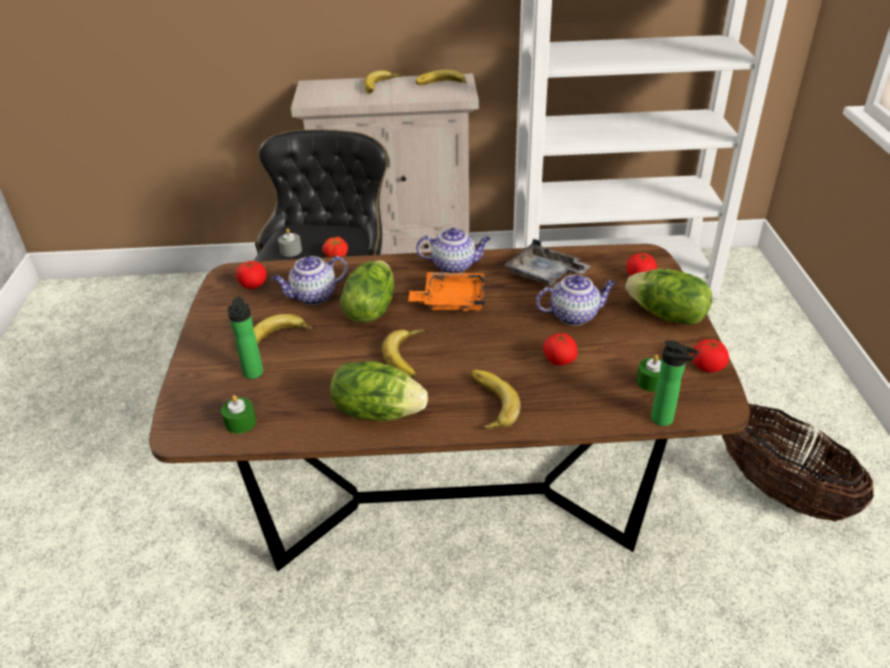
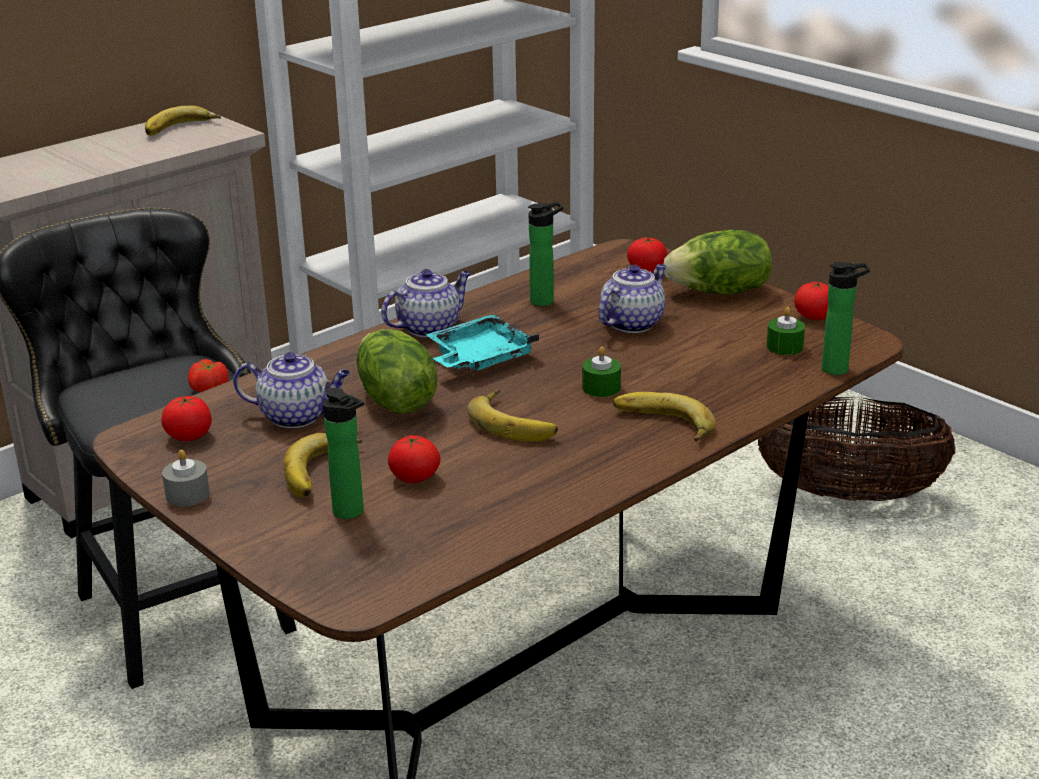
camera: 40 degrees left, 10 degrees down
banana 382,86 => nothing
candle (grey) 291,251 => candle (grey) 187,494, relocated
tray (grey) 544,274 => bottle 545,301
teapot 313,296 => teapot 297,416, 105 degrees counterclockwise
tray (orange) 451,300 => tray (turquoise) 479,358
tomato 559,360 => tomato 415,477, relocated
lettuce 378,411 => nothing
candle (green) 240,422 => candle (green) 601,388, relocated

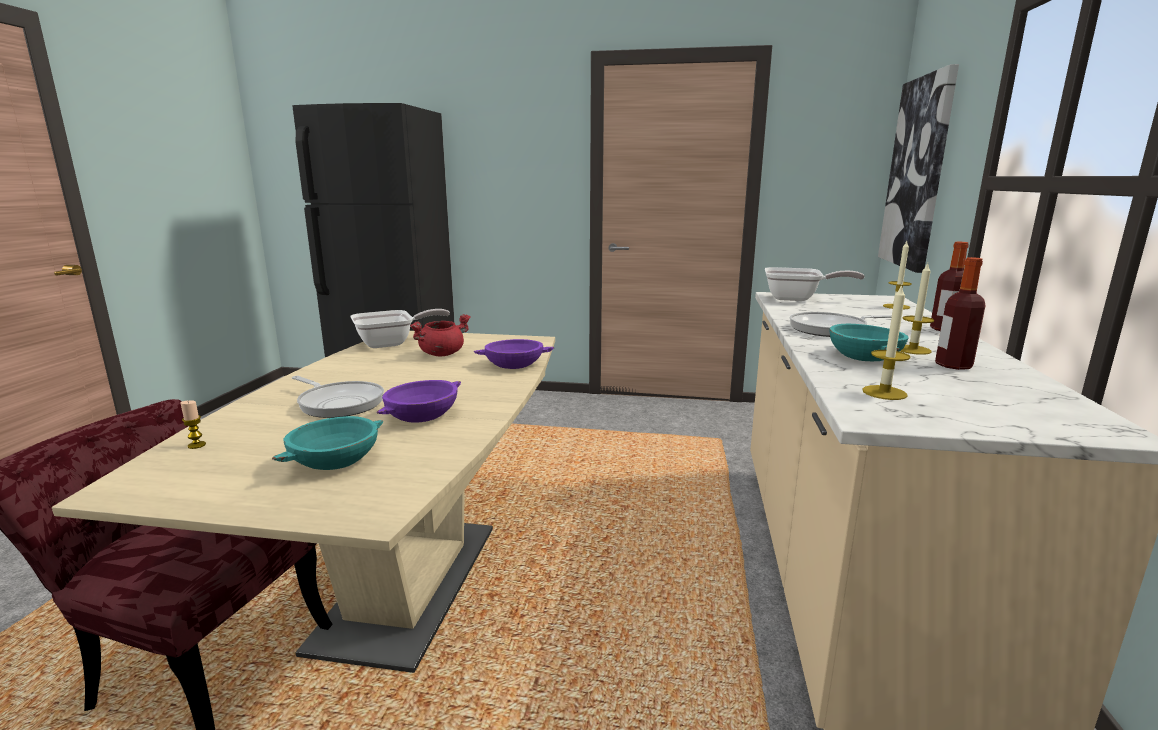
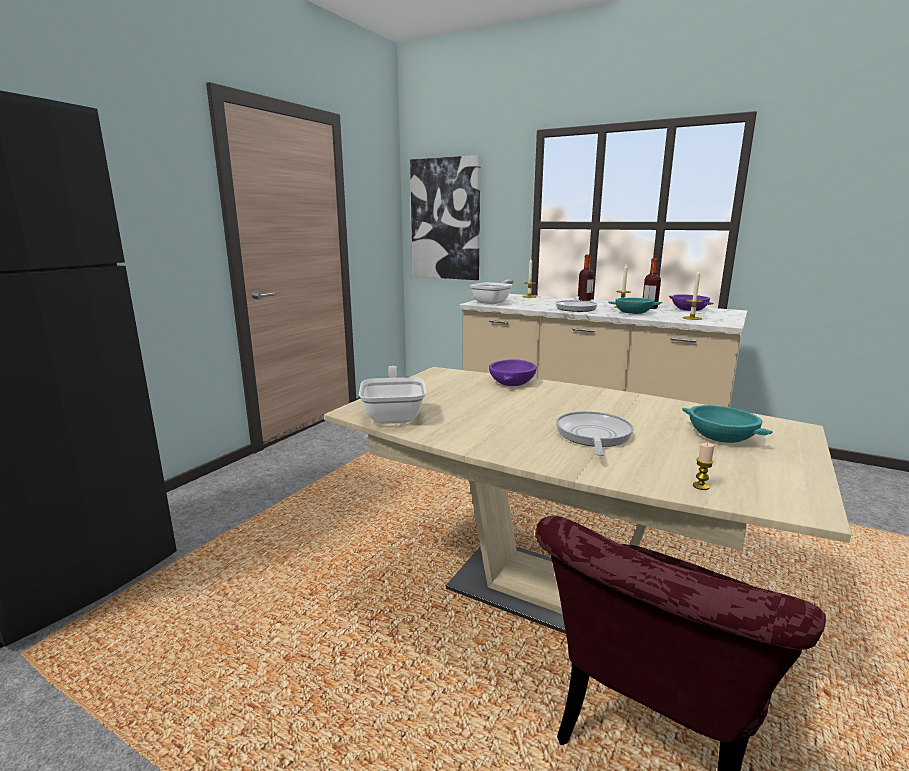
camera: 70 degrees left, 0 degrees up
cooking pot (red) 442,354 => nothing
frying pan 339,403 => frying pan 593,436, 45 degrees counterclockwise
bowl (purple) 422,416 => bowl (purple) 689,309, relocated

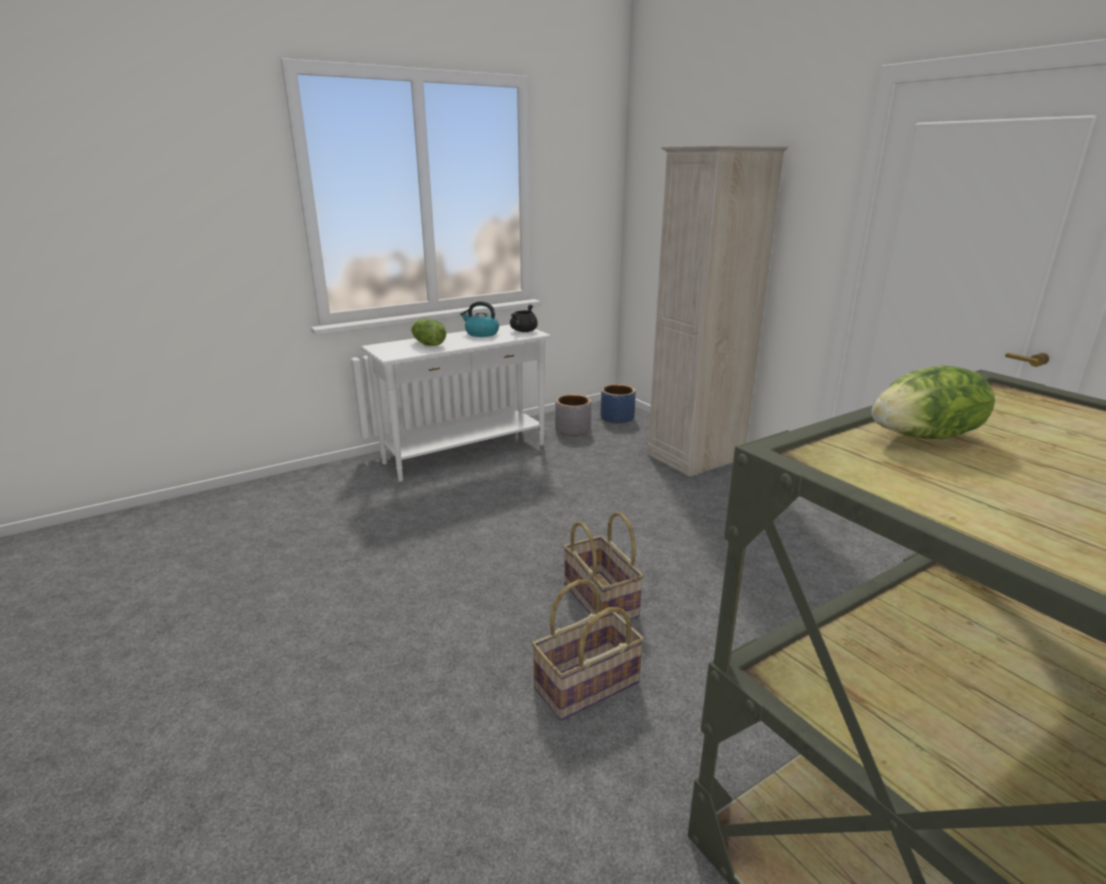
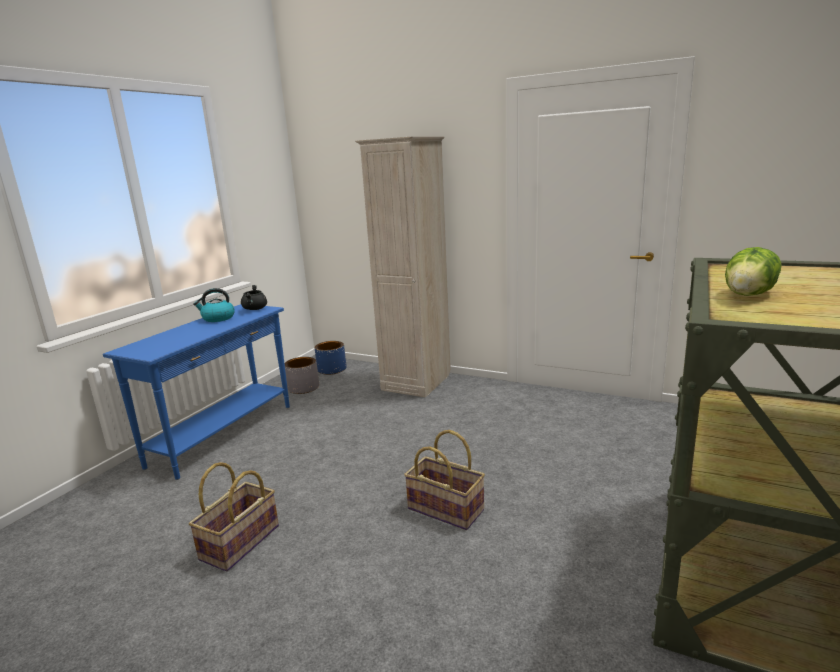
camera: 30 degrees left, 5 degrees down
lettuce 428,344 => nothing
console table (white) 466,453 => console table (blue) 223,434
basket 587,686 => basket 241,543, relocated

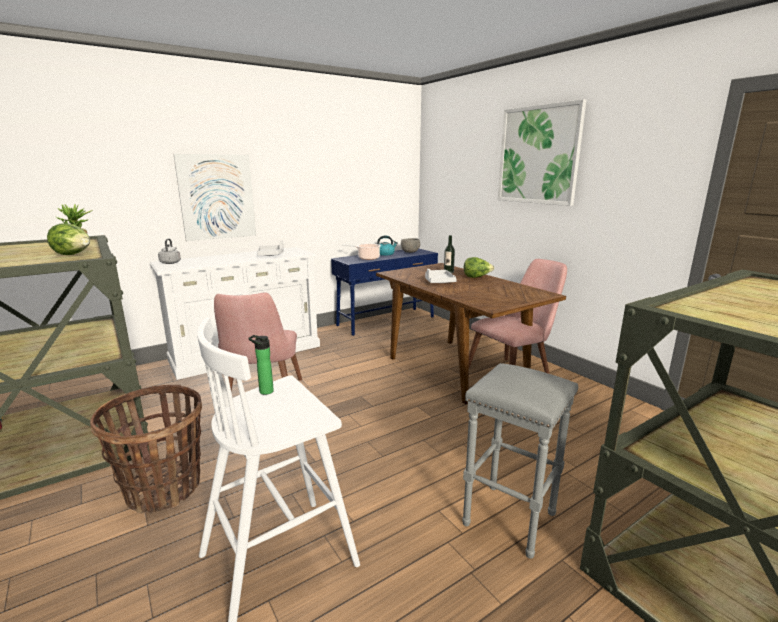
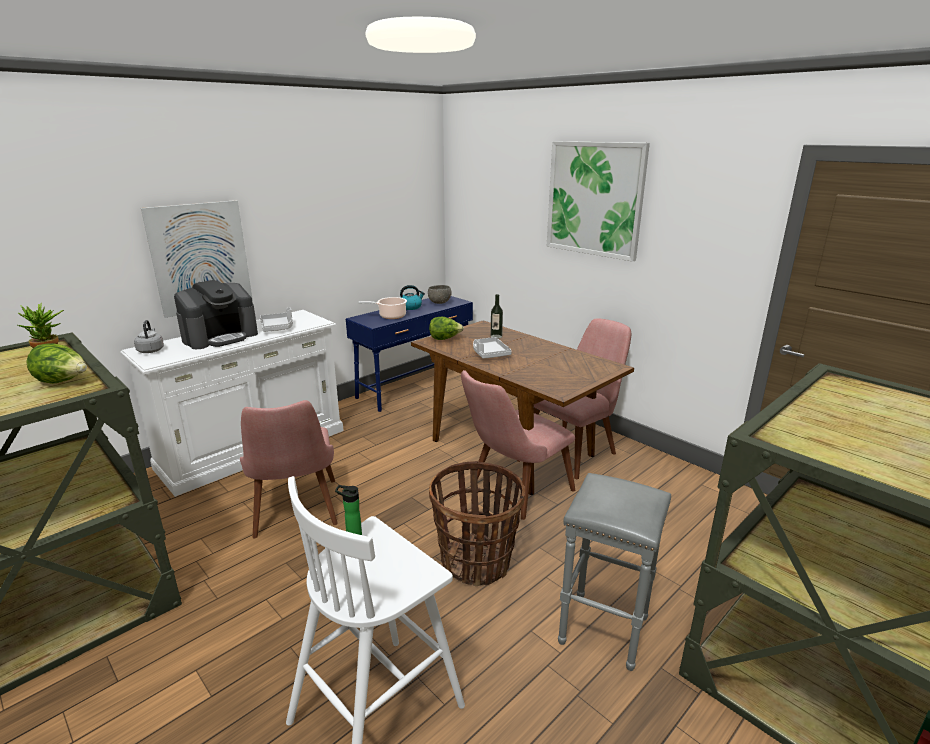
camera: 10 degrees left, 5 degrees up
lettuce 476,277 => lettuce 445,339, relocated
basket 163,488 => basket 476,562, relocated
nothing => coffee machine 220,337
nothing => chair (pink) 512,492

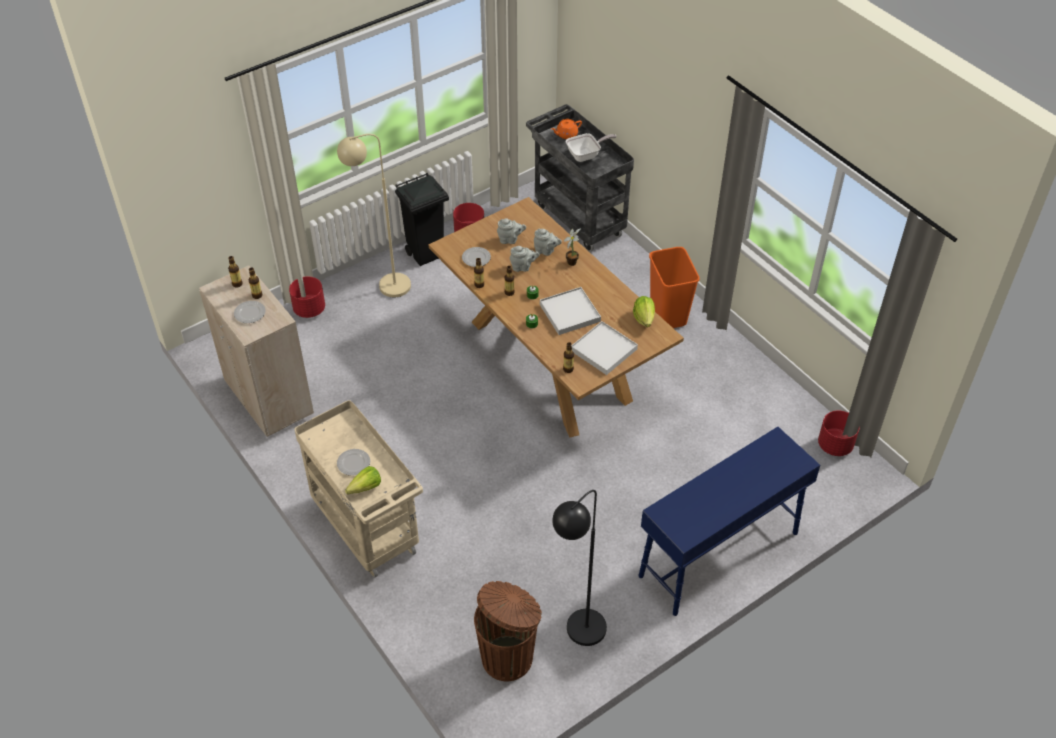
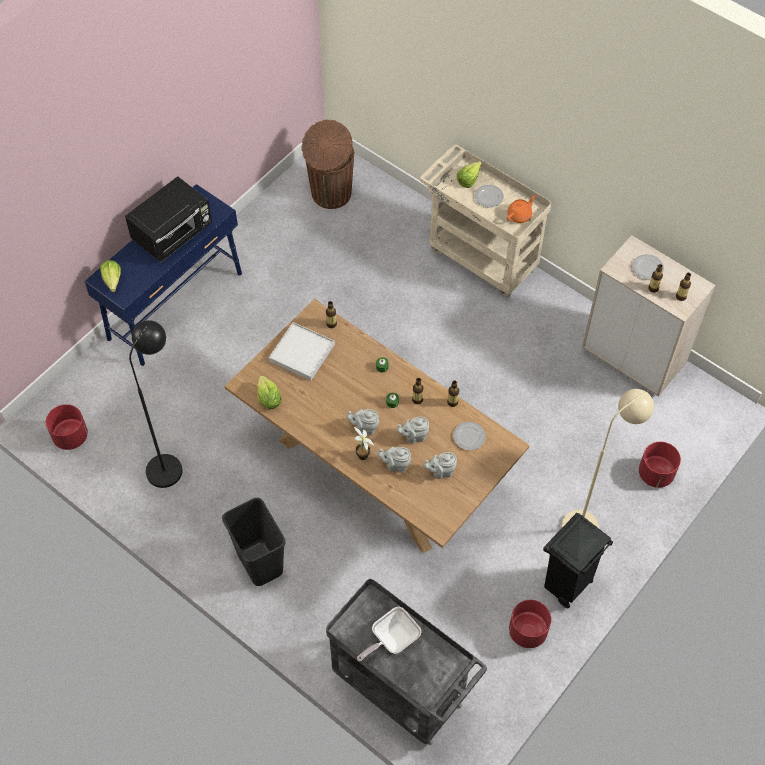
camera: 165 degrees right, 10 degrees up
teapot (orange) 566,134 => teapot (orange) 520,215, relocated
trash can (orange) 669,315 => trash can (black) 259,562
tray (white) 570,313 => nothing
floor lamp (black) 578,637 => floor lamp (black) 170,462, relocated
nothing => microwave (black) 174,234
nothing => lettuce 112,283
nothing => teapot (grey) 364,427

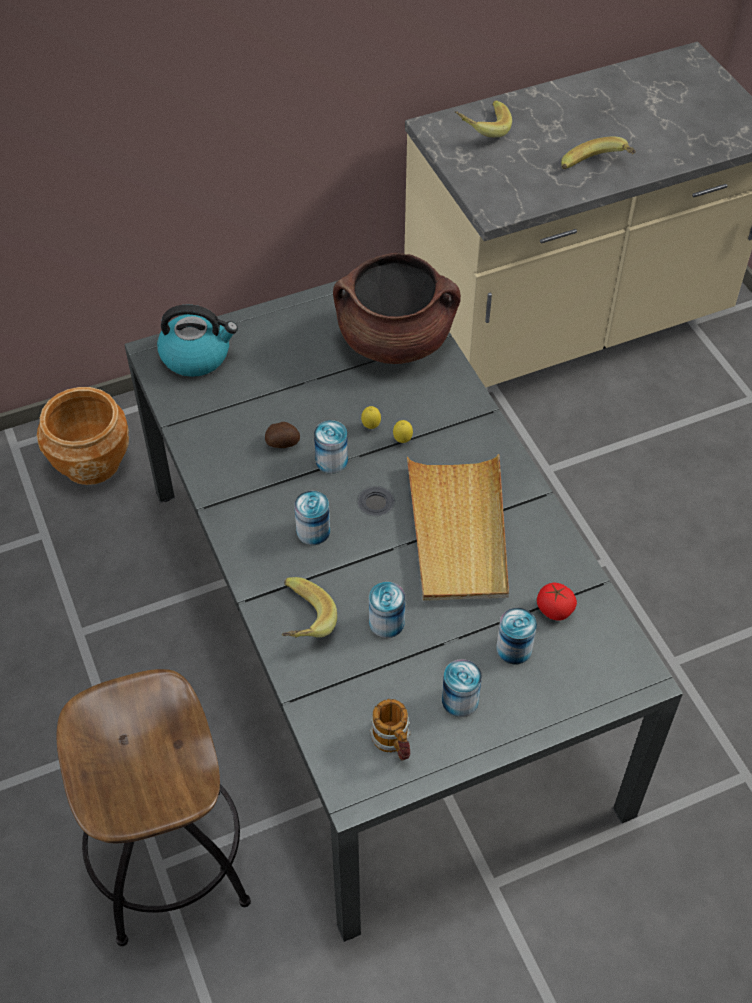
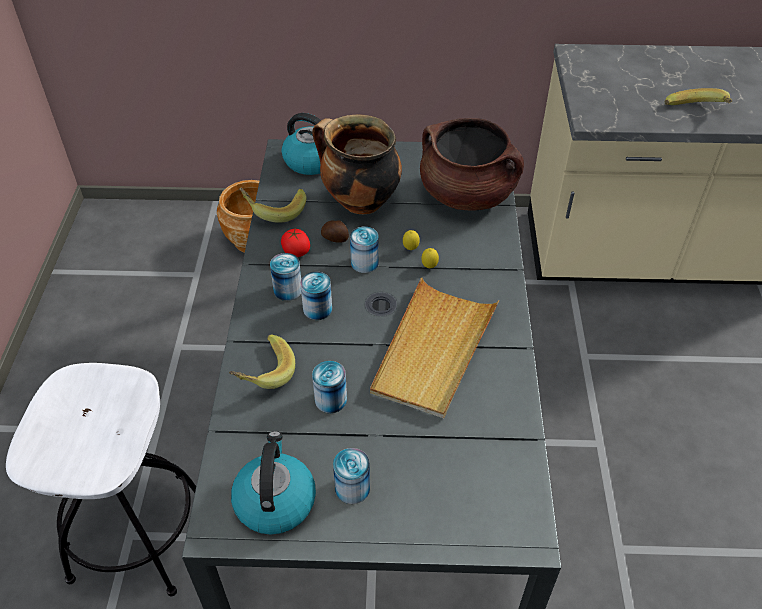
camera: 25 degrees right, 5 degrees down
banana 481,129 => banana 274,210, relocated
tomato 554,610 => tomato 296,252, relocated
can 514,648 => can 288,290, relocated
stool (brown) 170,862 => stool (white) 138,536
mug 393,743 => kettle 275,500
nothing => cooking pot 359,202

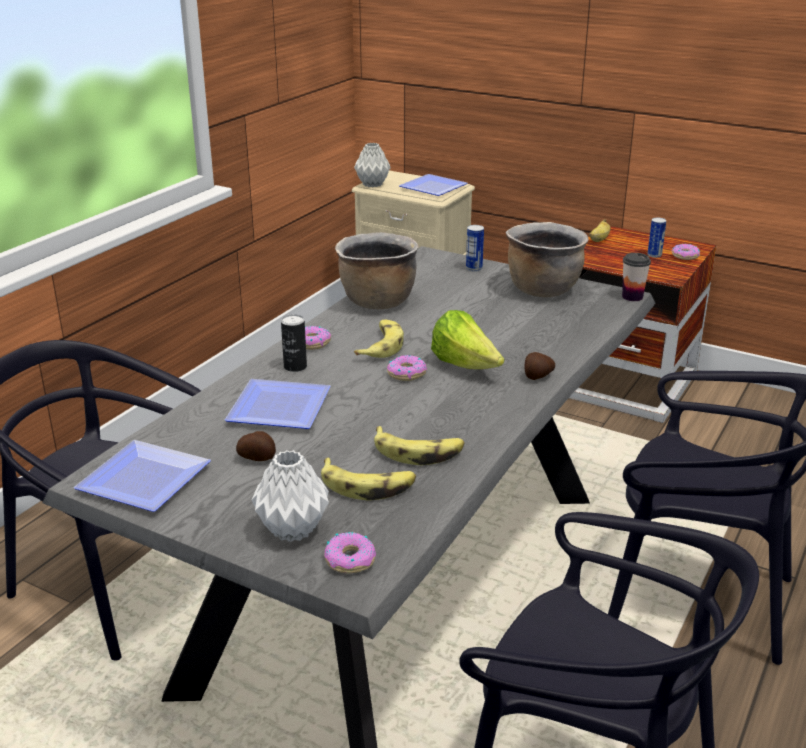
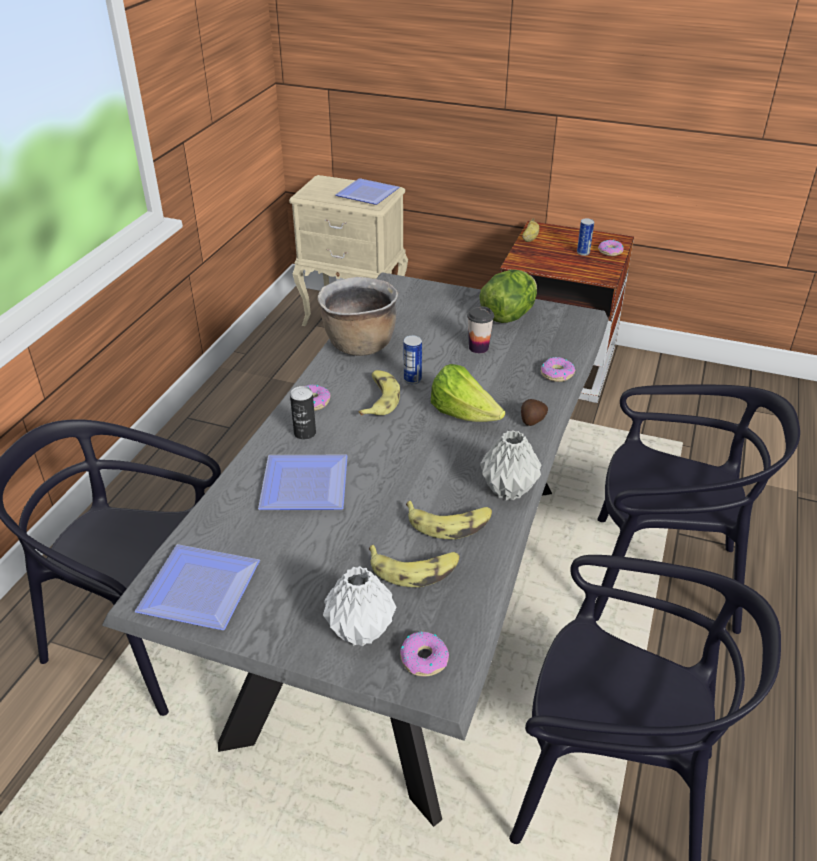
camera: 10 degrees left, 10 degrees up
vase (grey) 372,184 => vase (grey) 508,489, relocated
cooking pot (brown) 542,289 => lettuce 508,315
can 474,268 => can 412,380, relocated
cup 632,297 => cup 478,348, relocated
donut 406,373 => donut 556,374, relocated
potato 257,458 => nothing

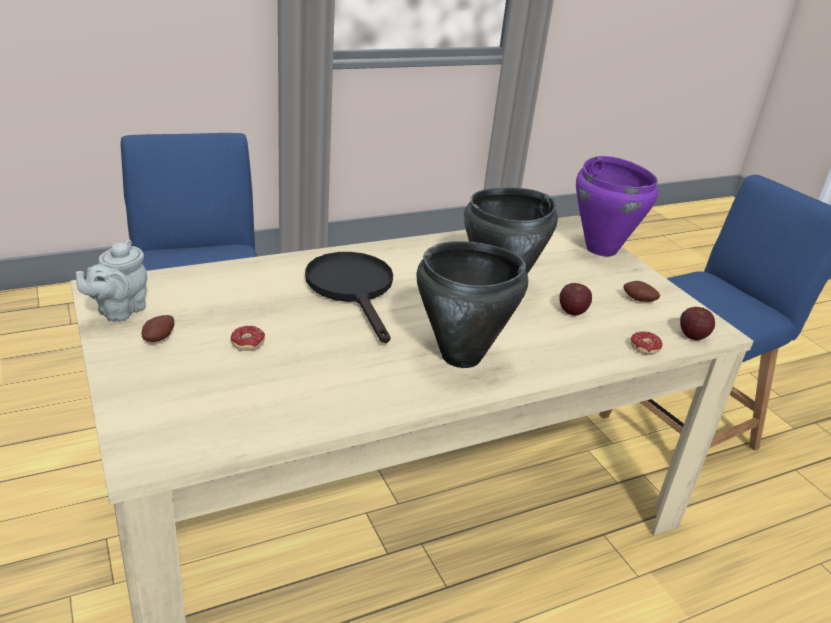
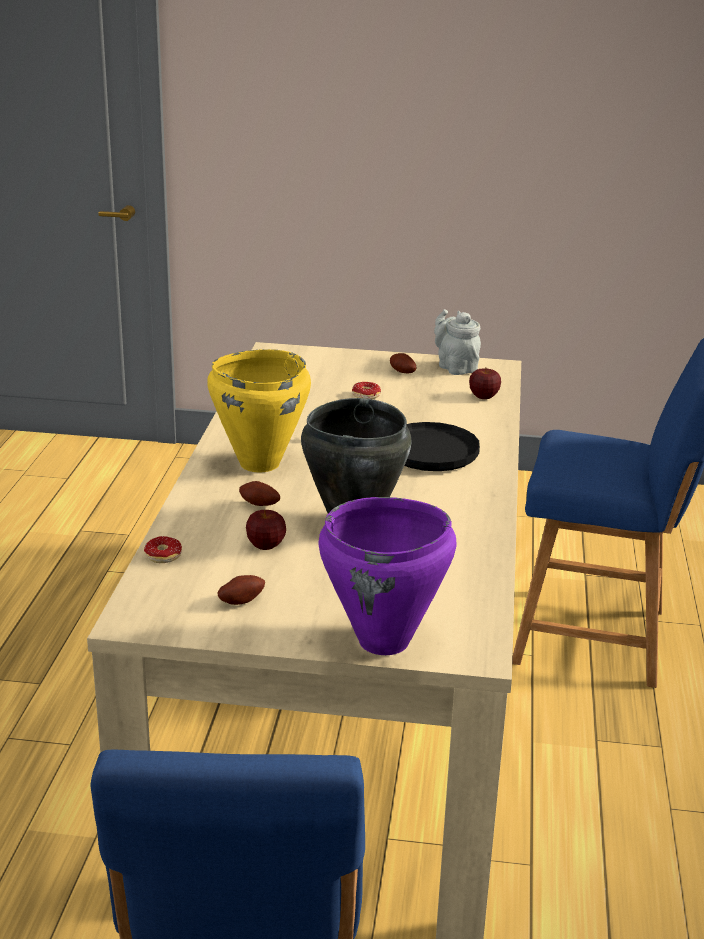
camera: 125 degrees right, 5 degrees down
cooking pot (black) 461,357 => cooking pot (yellow) 258,463
apple 692,336 => apple 483,397, relocated
nothing => potato 259,505

